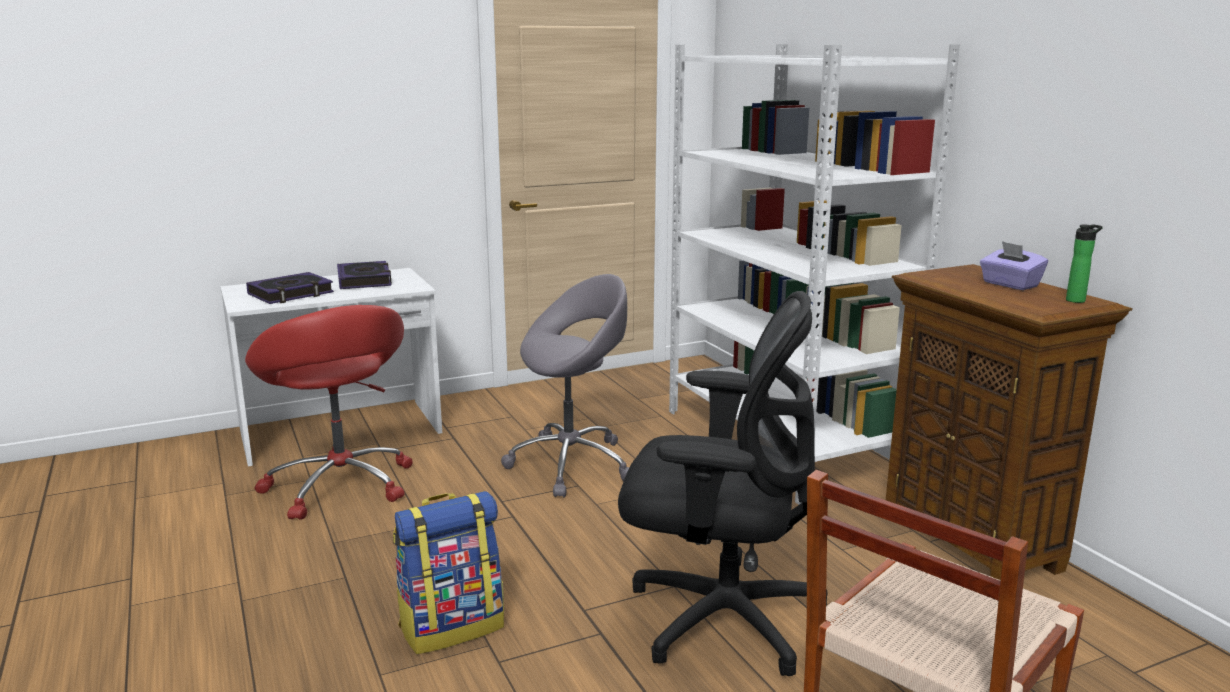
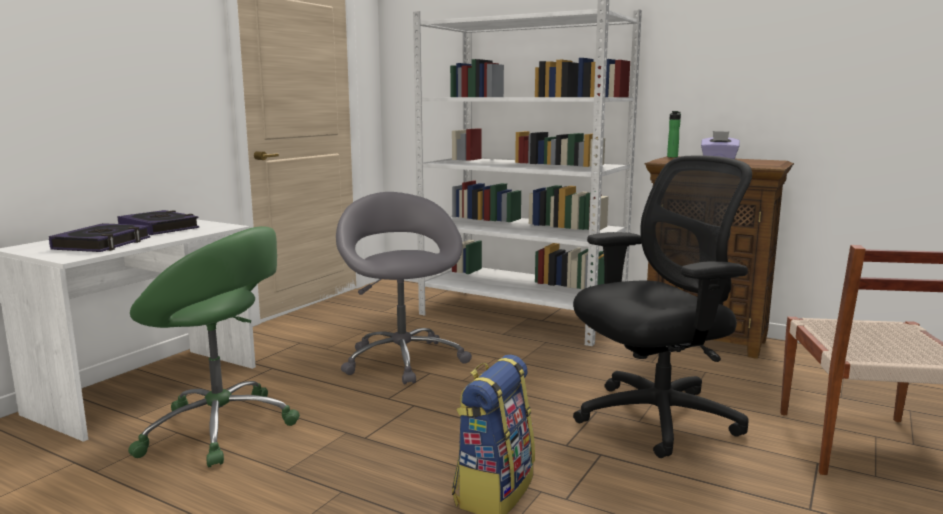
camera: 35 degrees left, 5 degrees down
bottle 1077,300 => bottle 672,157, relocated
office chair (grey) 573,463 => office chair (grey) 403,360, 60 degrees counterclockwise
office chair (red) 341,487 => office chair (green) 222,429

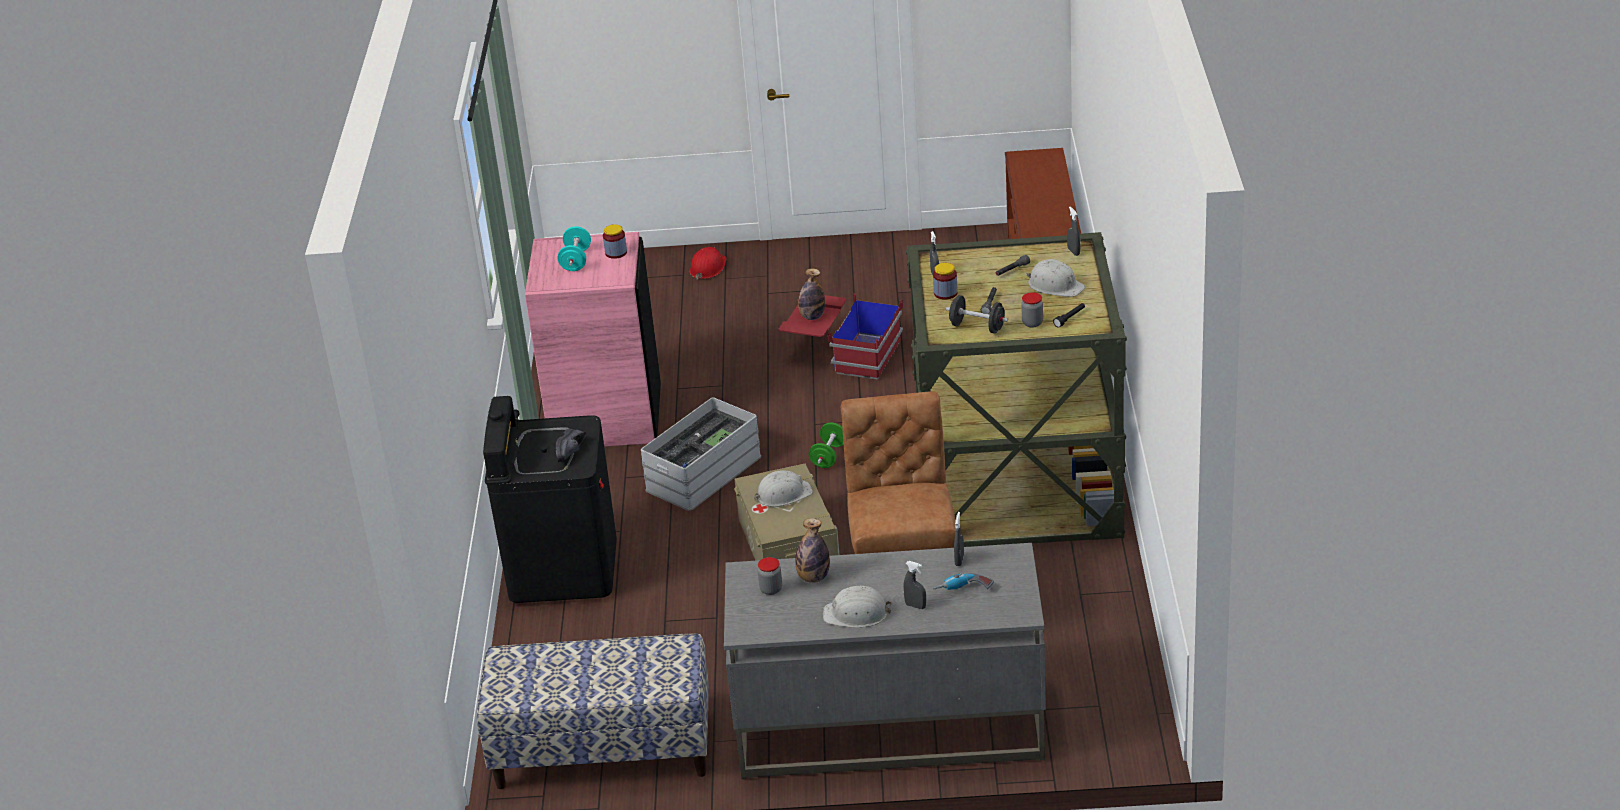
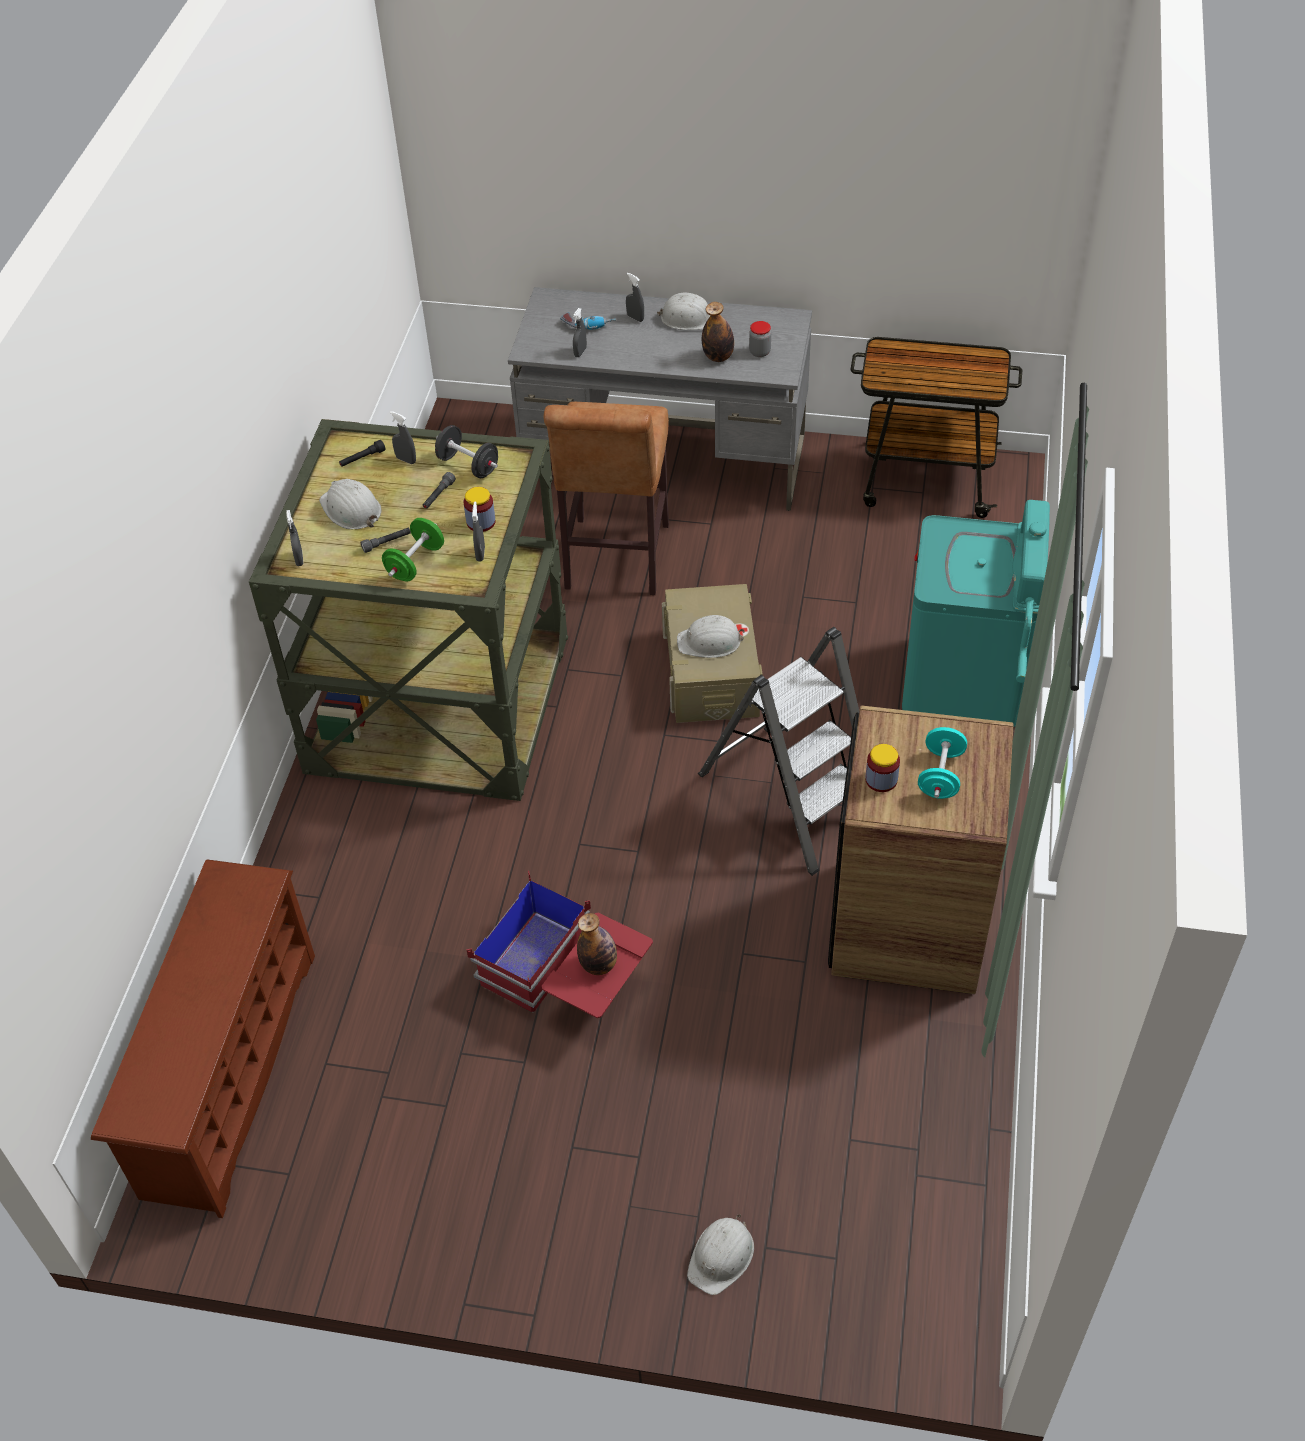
camera: 170 degrees left, 15 degrees up
cabinet (pink) 605,416 => cabinet (brown) 907,926
hard hat (red) 708,268 => hard hat (white) 721,1256
jar 1032,323 => spray bottle (grey) 406,460
washing machine (black) 562,569 => washing machine (turquoise) 964,686
storage box (grey) 704,474 => step ladder (grey) 789,795
dumbbell (green) 829,456 => dumbbell (green) 415,563, relocated
shoe (black) 572,452 => nothing
bench 602,752 => cart 924,478

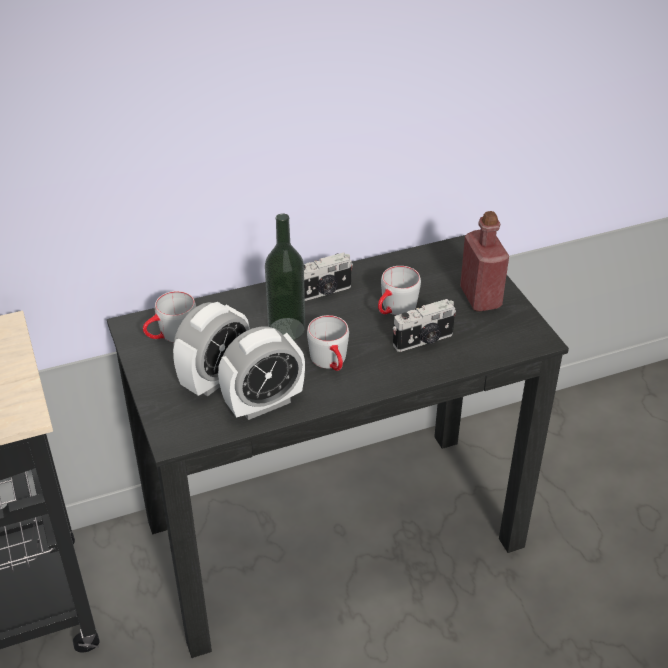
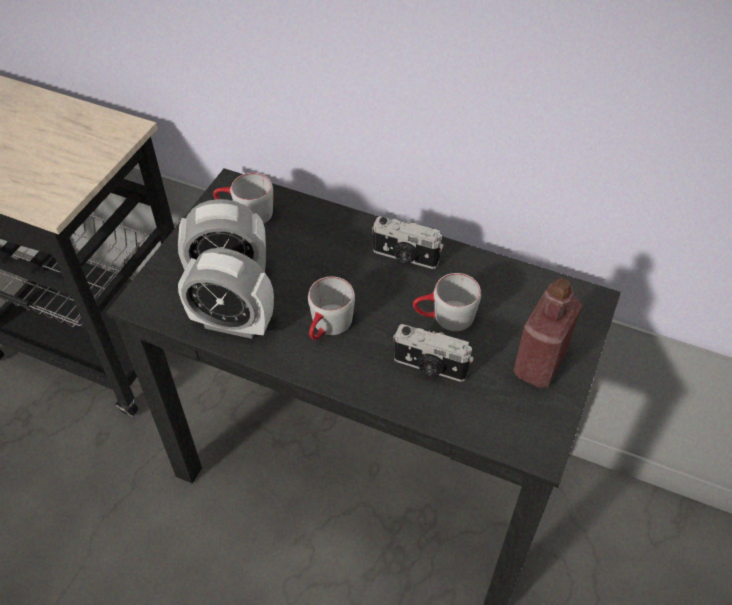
camera: 45 degrees right, 10 degrees up
bottle 286,329 => nothing

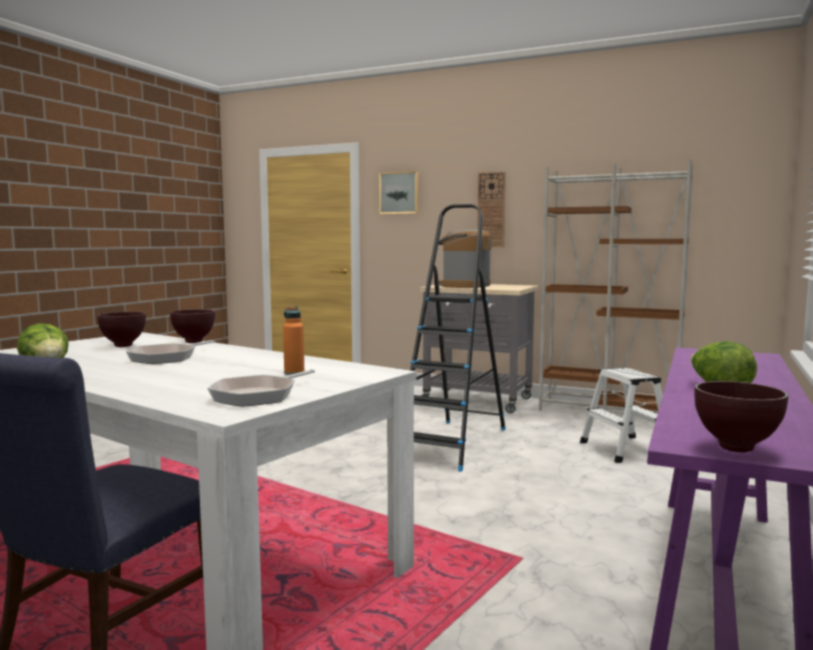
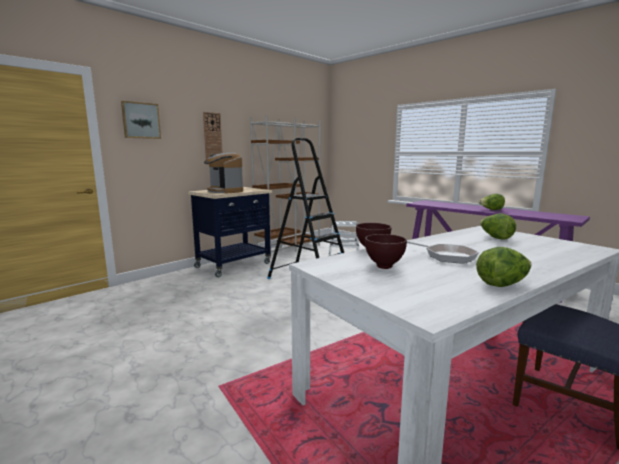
camera: 70 degrees left, 5 degrees up
cart (grey) 478,401 => cart (blue) 233,265
bottle (orange) 294,373 => lettuce 495,238
frying pan 259,395 => nothing
bowl (brown) 734,448 => nothing

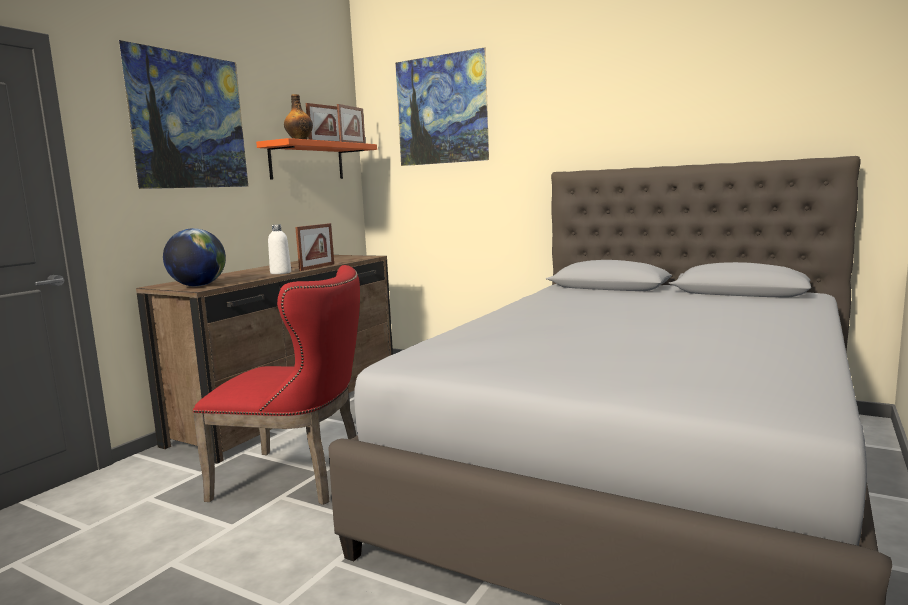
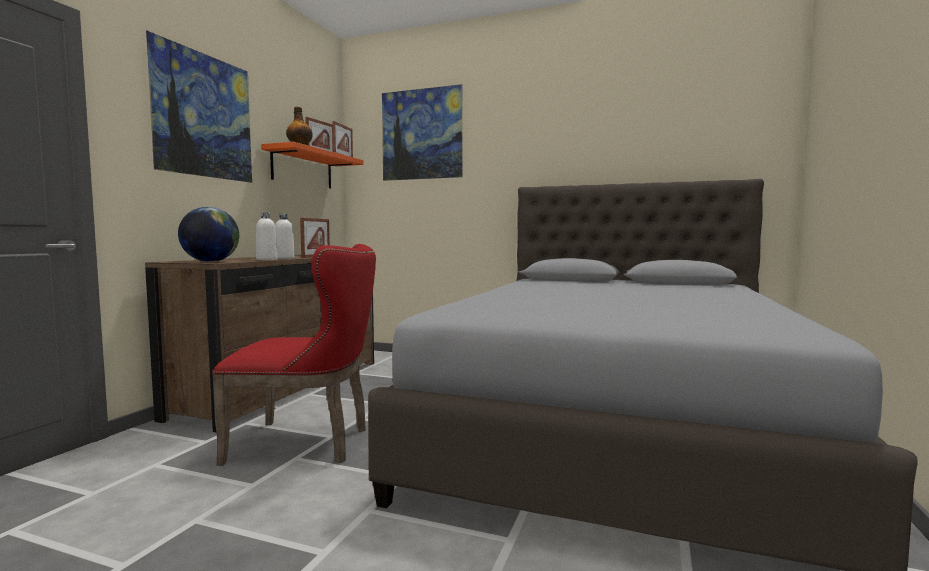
camera: 10 degrees left, 5 degrees down
nothing => bottle (white) 267,259

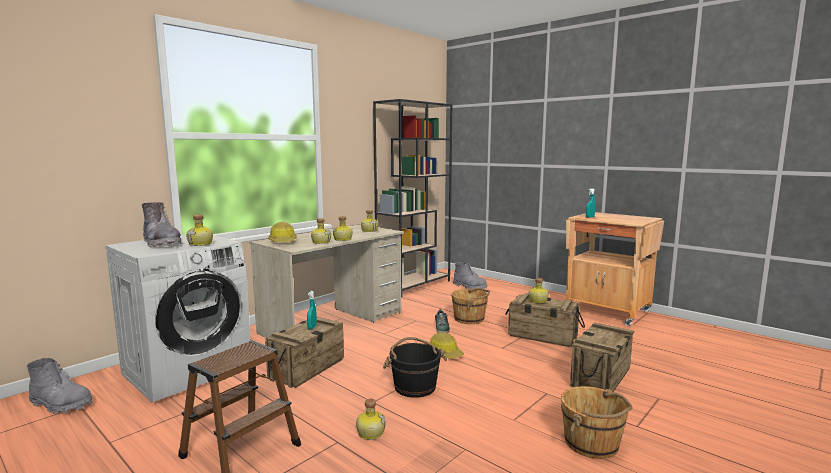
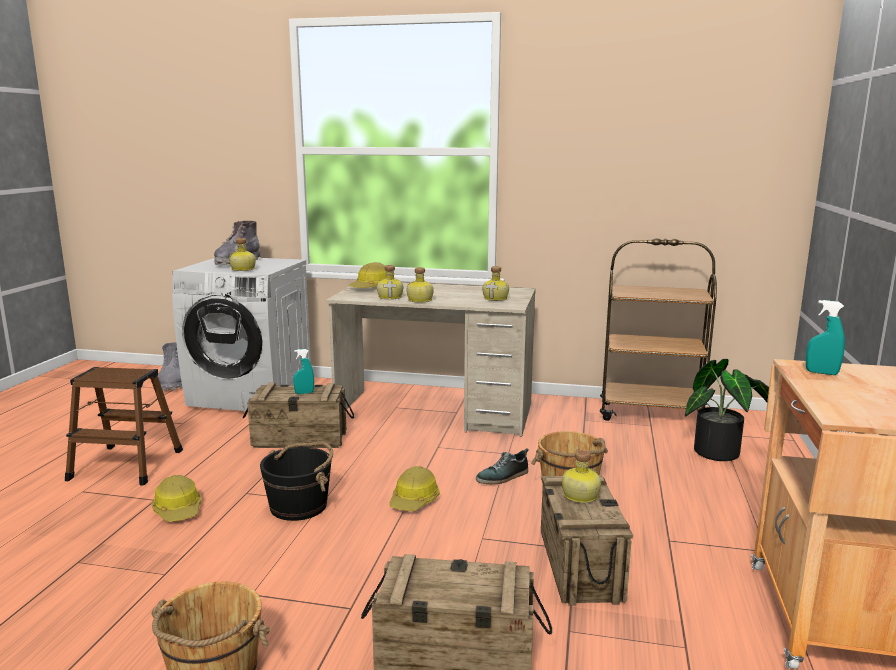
camera: 60 degrees right, 5 degrees up
bookcase 414,285 => cart (brown) 651,415
boot (grey) 469,287 => potted plant 722,453
bottle 370,432 => hard hat 179,510

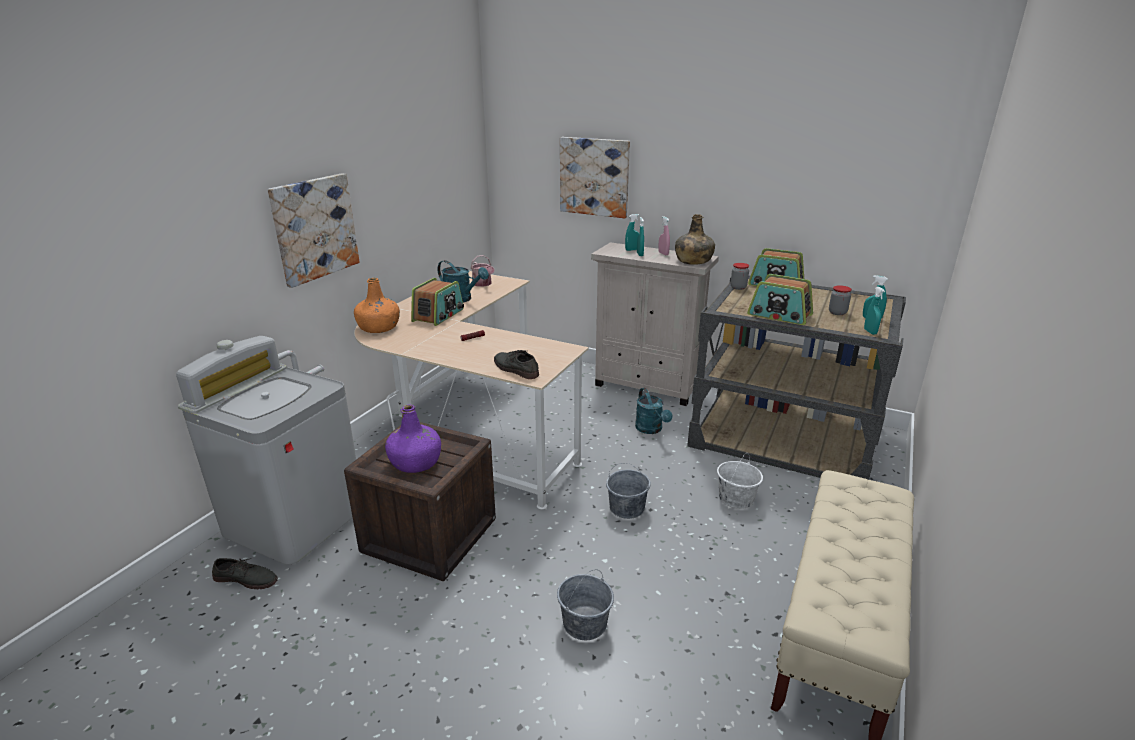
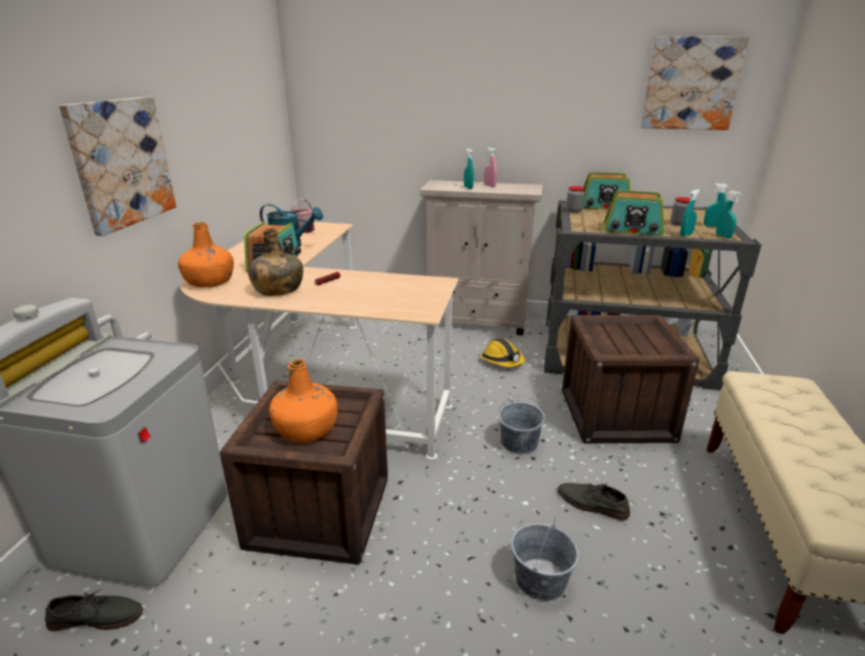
camera: 15 degrees left, 0 degrees up
picture 594,177 => picture 691,84, relocated
spray bottle (turquoise) 632,250 => spray bottle (turquoise) 686,235, relocated
bottle (green) 693,261 => bottle (green) 277,289, relocated
shoe (grey) 515,369 => shoe (grey) 592,504, relocated
watering can (turquoise) 651,429 => hard hat 502,361
bottle (purple) 416,462 => bottle (orange) 306,429
bucket (white) 736,498 => crate 616,415

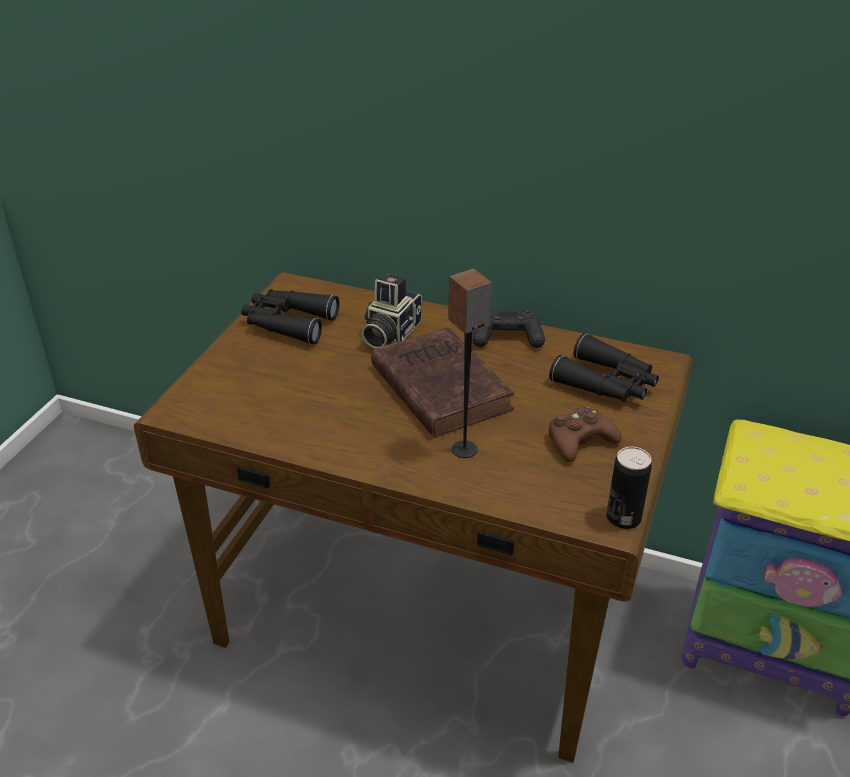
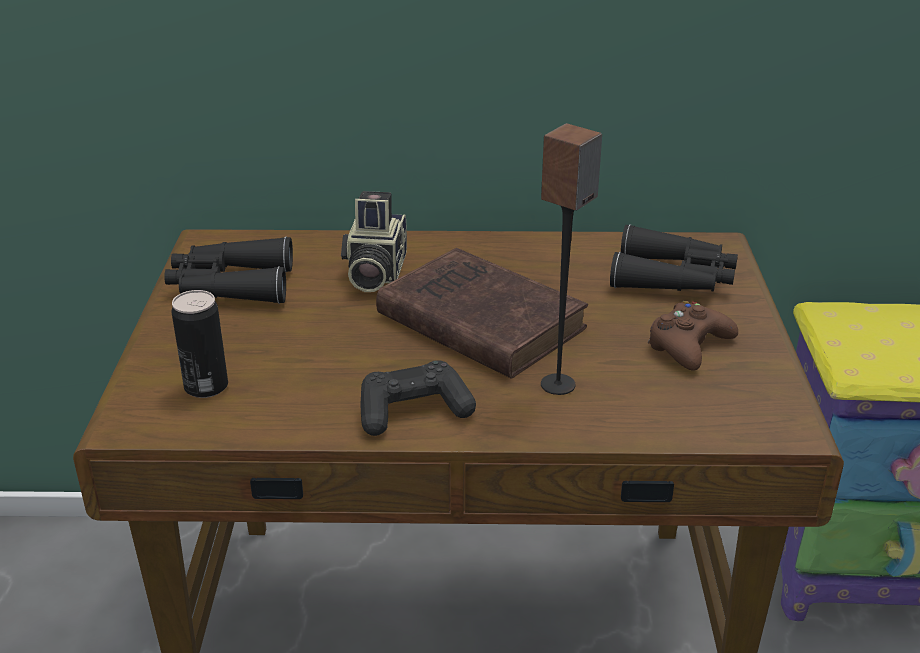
camera: 20 degrees left, 5 degrees down
game controller (black) 507,338 => game controller (black) 413,411, relocated
can 623,518 => can 206,386, relocated

